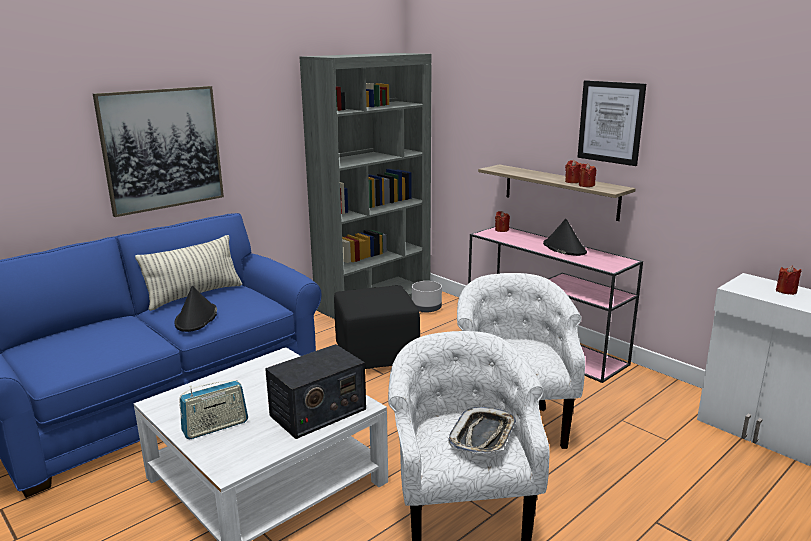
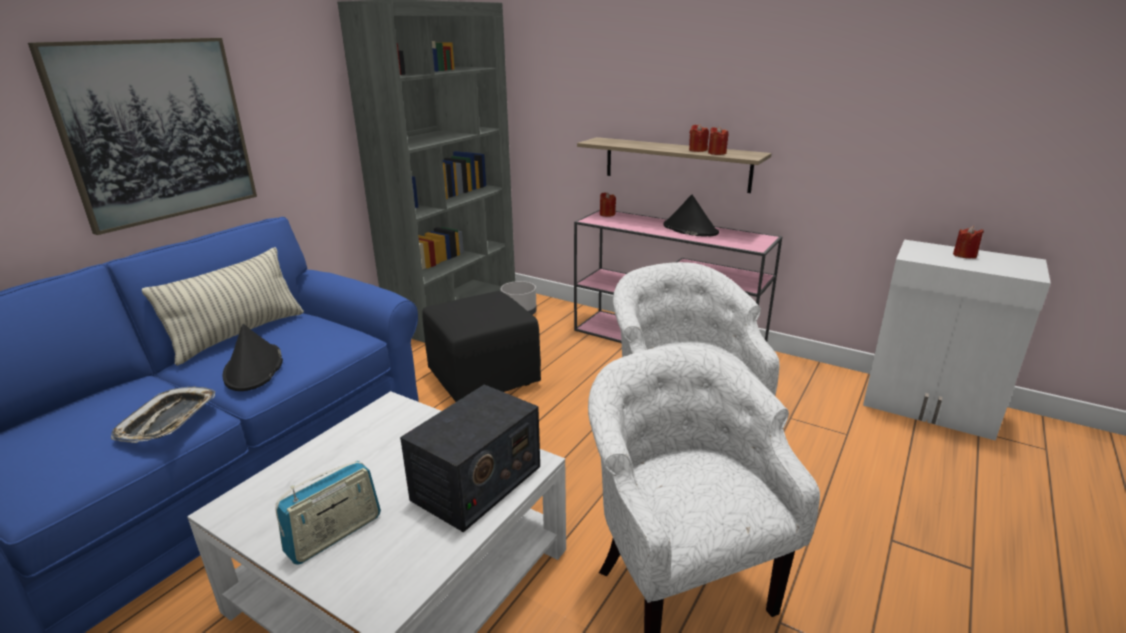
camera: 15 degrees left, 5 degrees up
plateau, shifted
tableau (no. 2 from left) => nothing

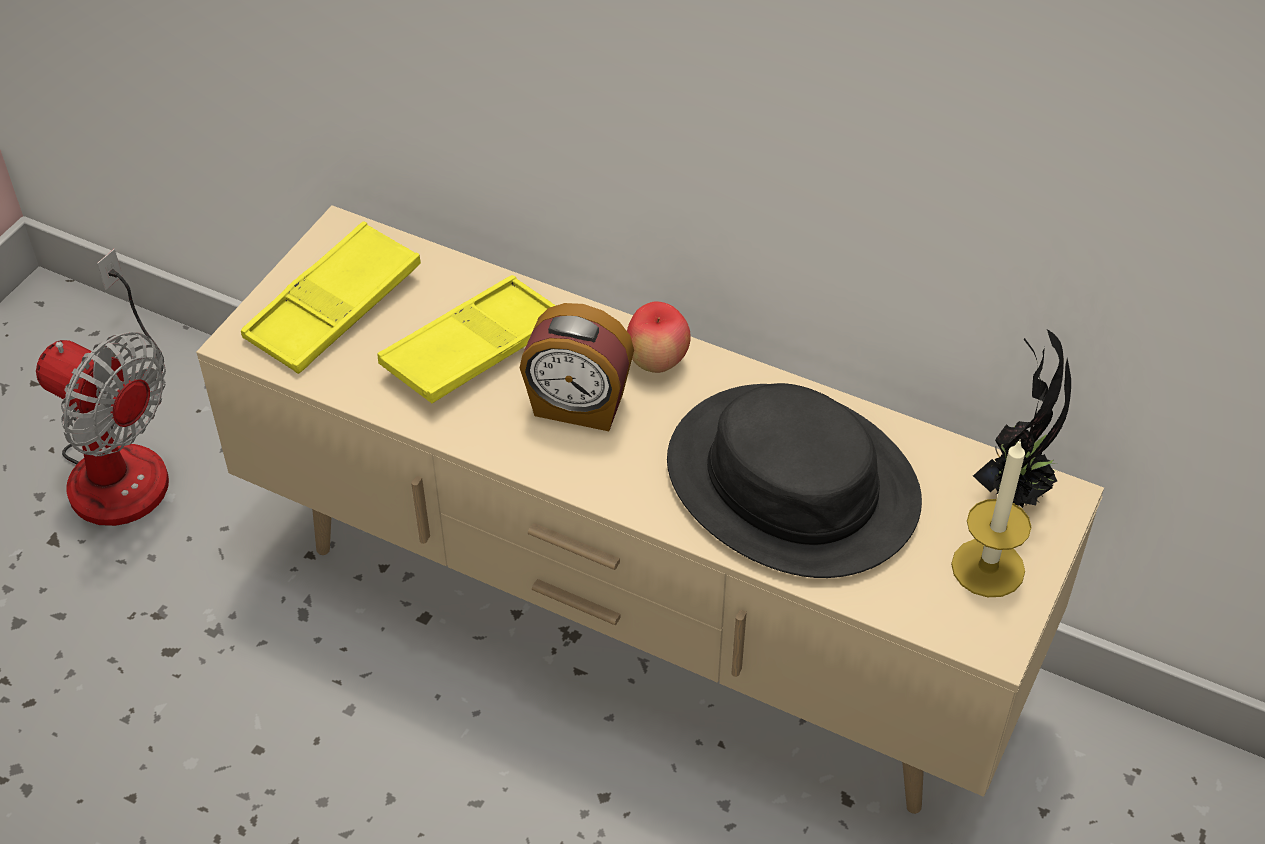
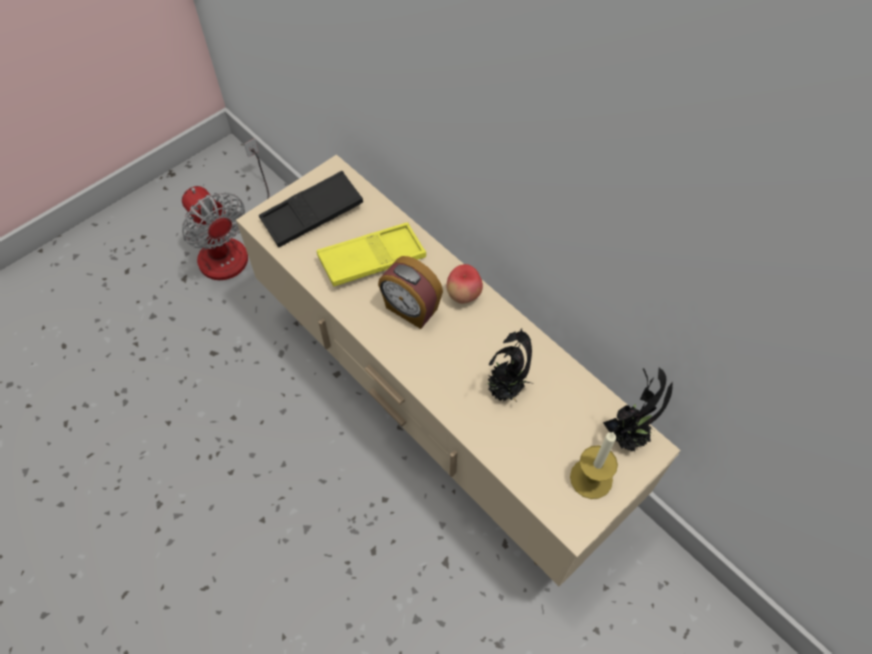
camera: 20 degrees right, 10 degrees up
plateau [jaune] (no. 1 from left) => plateau [noir]
chapeau [noir] => plante en pot (no. 1 from left)

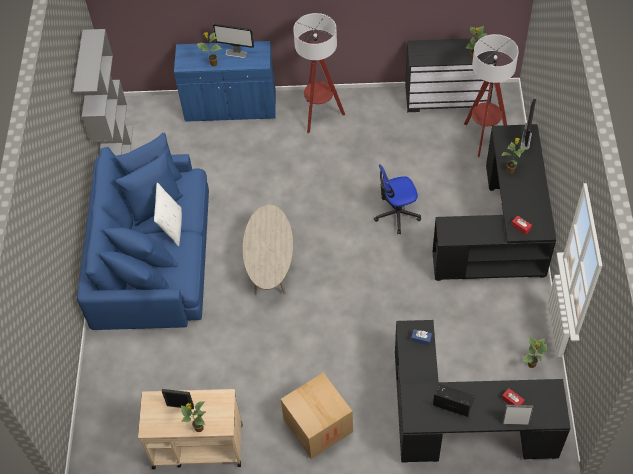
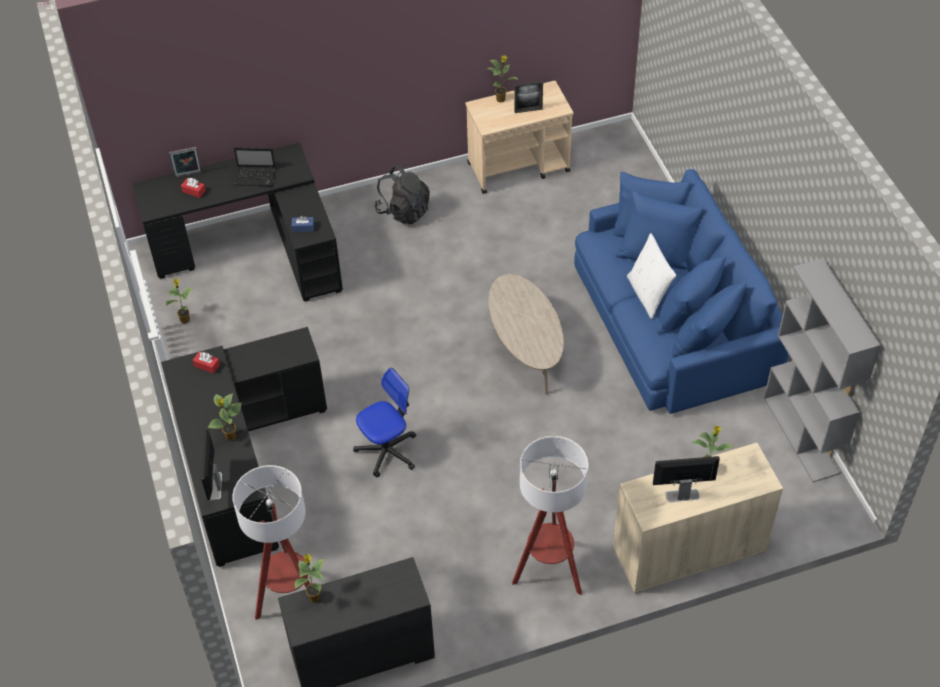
camera: 160 degrees right, 5 degrees down
meuble de rangement [bleu] => meuble de rangement [beige]
carton => sac à dos [noir]

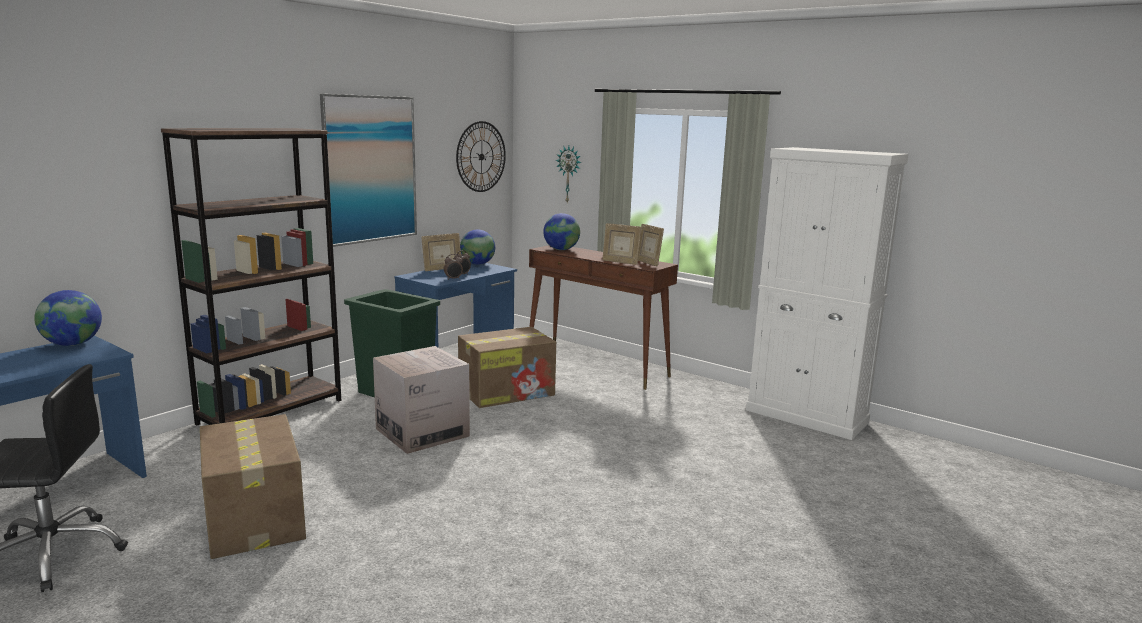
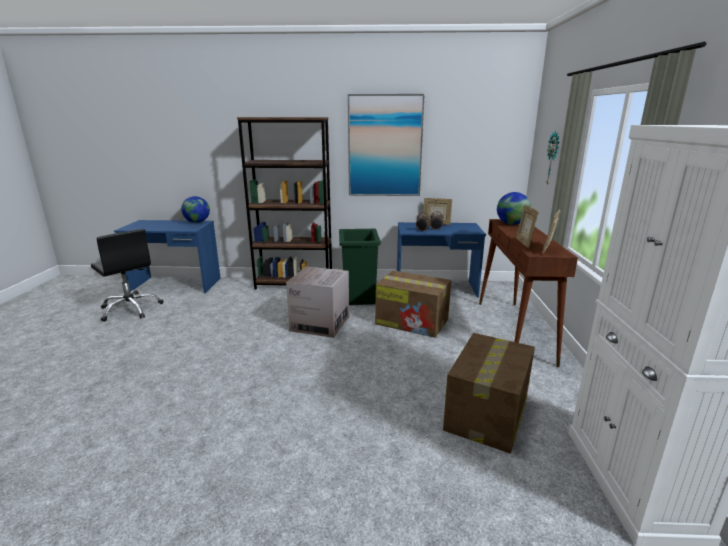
camera: 55 degrees right, 5 degrees up
carton (no. 1 from left in the first image) => carton (no. 3 from left), shifted
horloge murale (no. 1 from left) => nothing
globe (no. 2 from left) => nothing

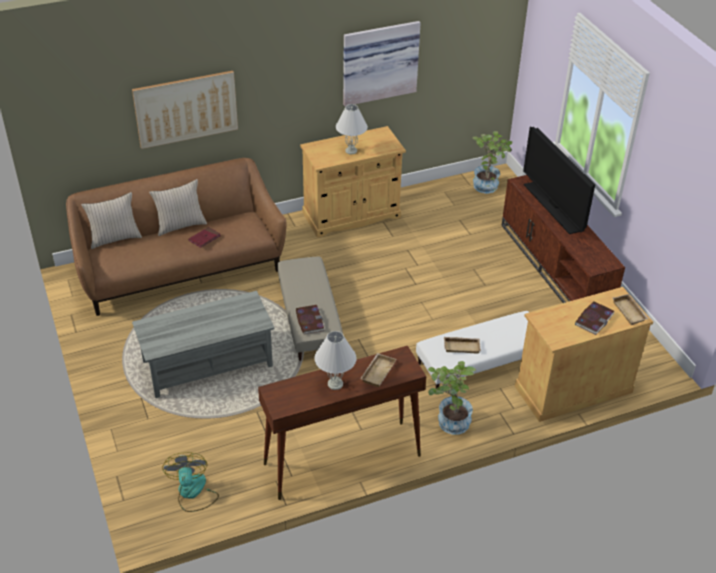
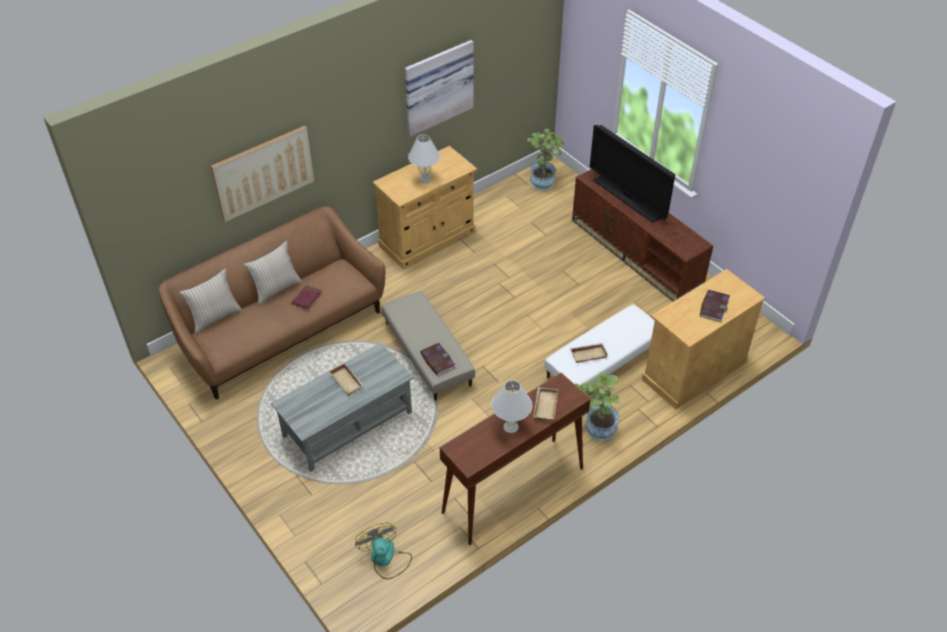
camera: 15 degrees left, 5 degrees up
plateau [beige] (no. 3 from left in the first image) => plateau [beige] (no. 1 from left), shifted

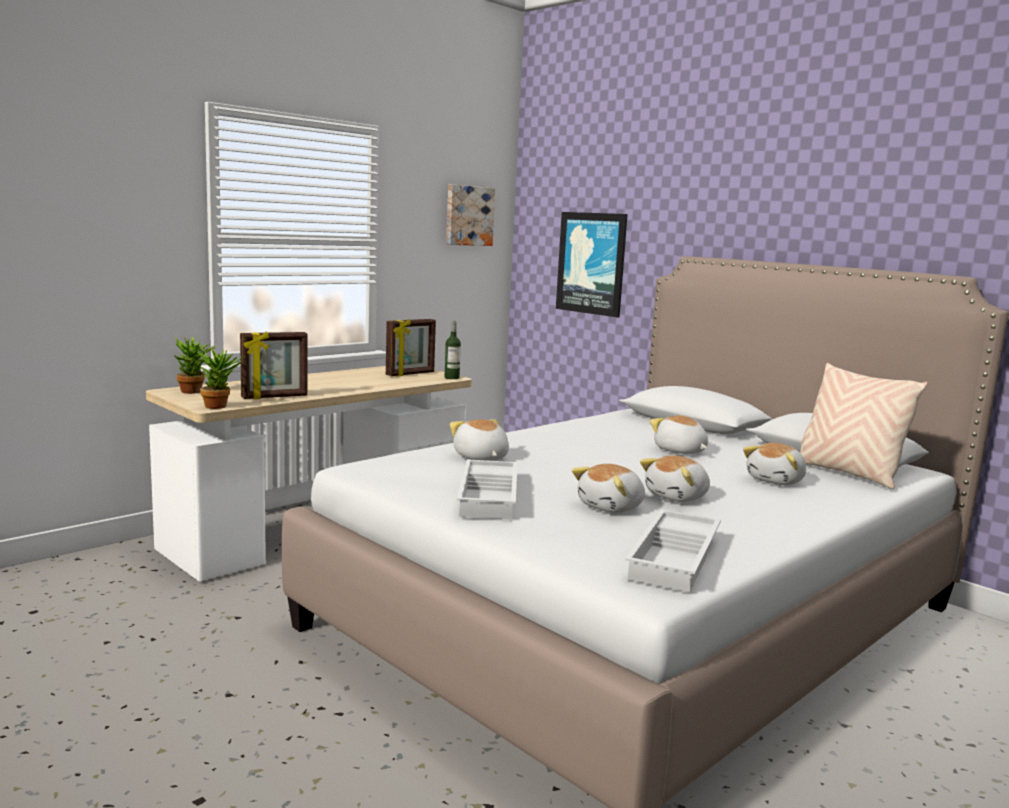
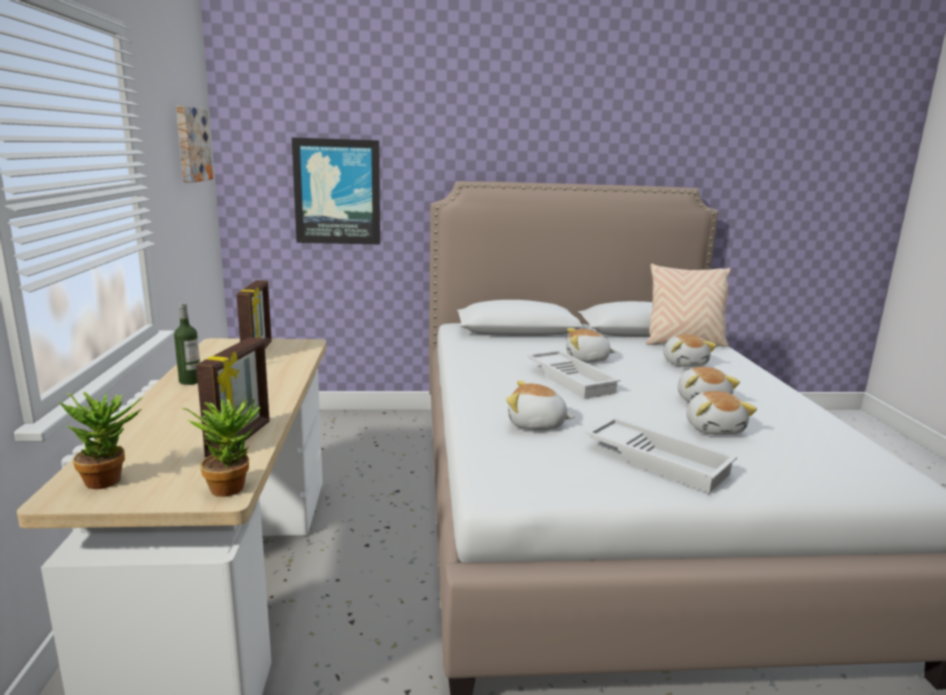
camera: 50 degrees left, 5 degrees up
bouteille, shifted
plateau [blanc] (no. 2 from left in the first image) => plateau [blanc] (no. 1 from left), shifted

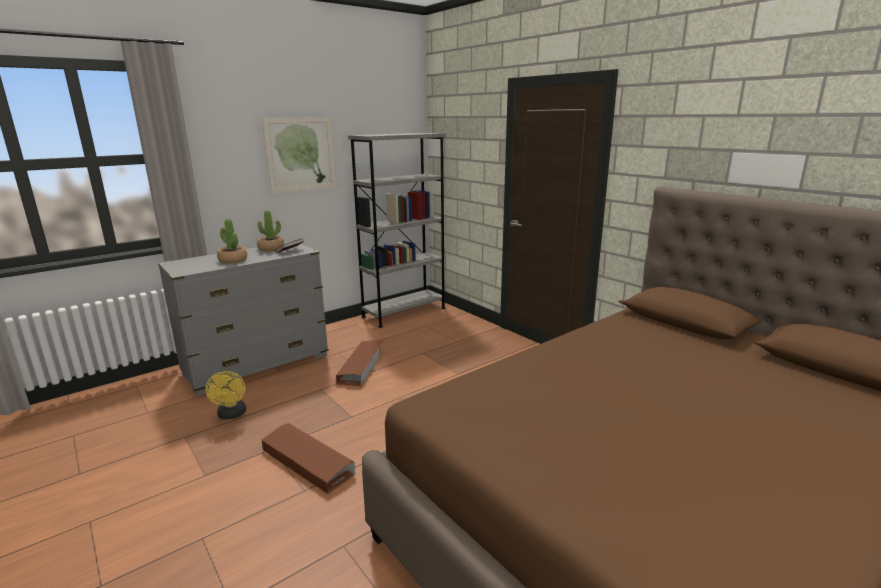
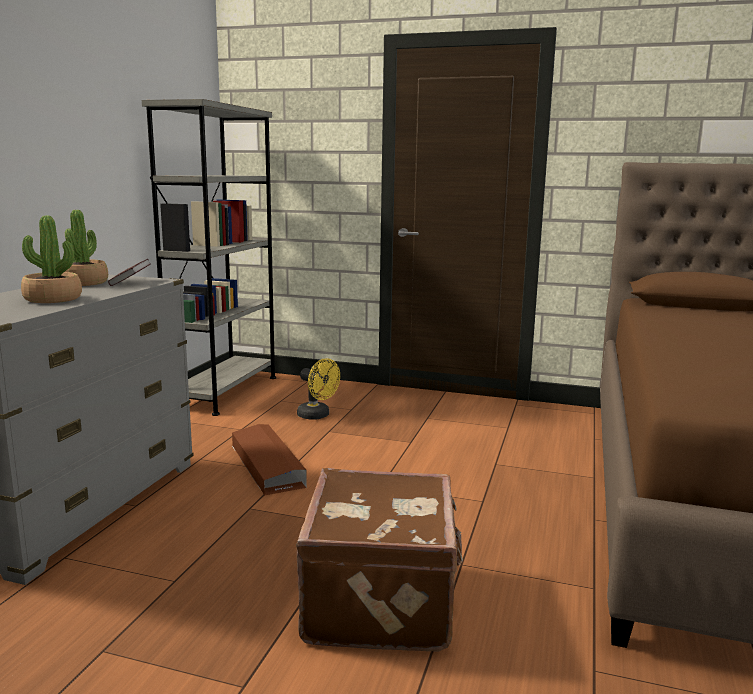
camera: 35 degrees left, 5 degrees down
ventilateur [jaune], shifted
tableau => nothing
boîte de rangement [marron] (no. 1 from left) => valise [marron]

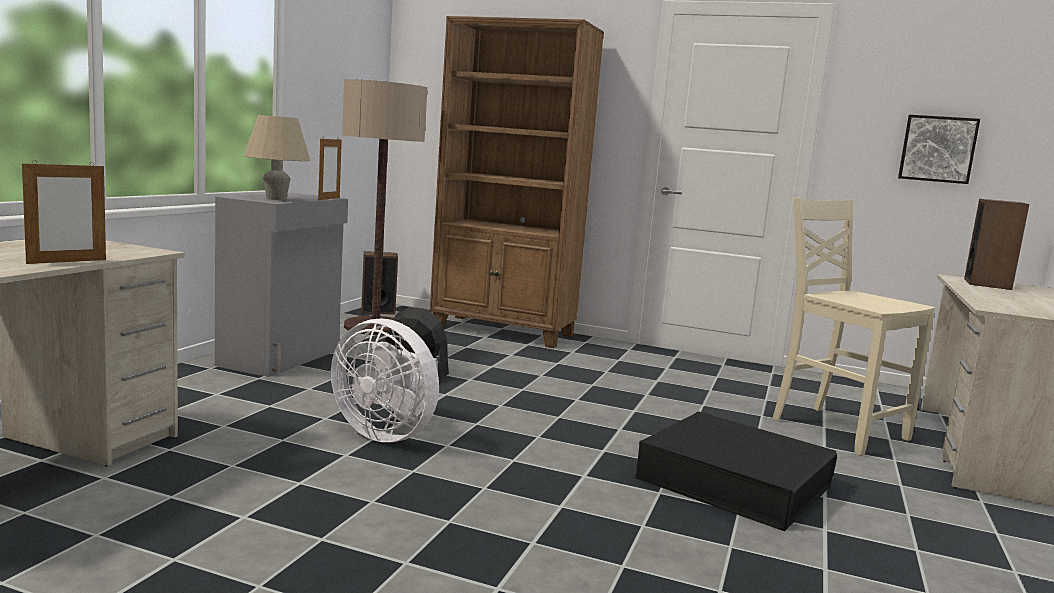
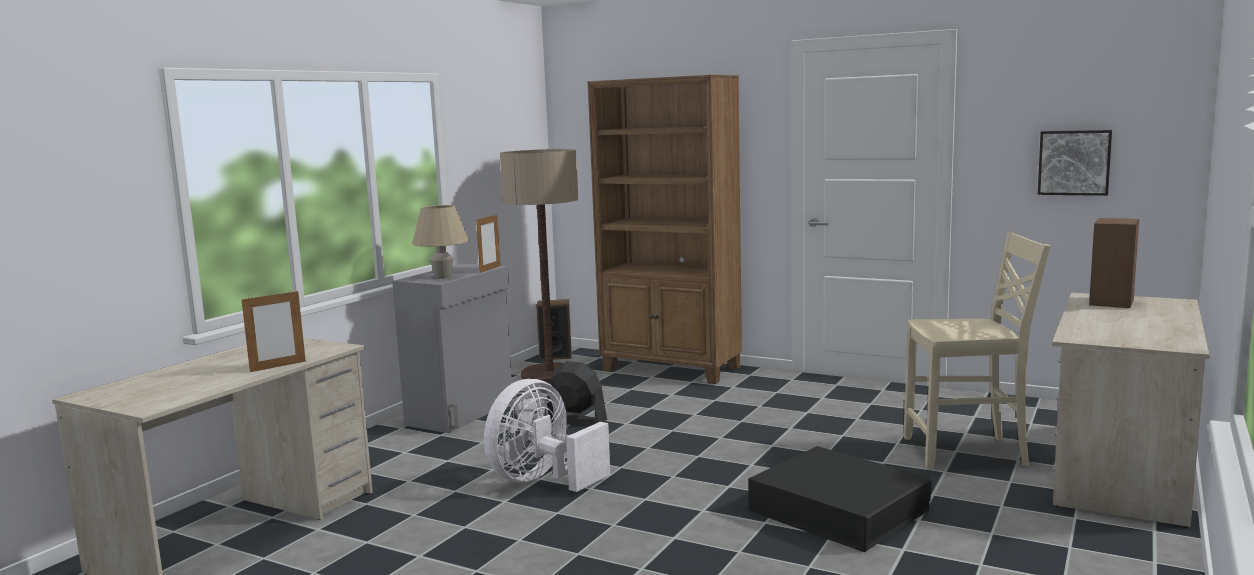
camera: 10 degrees right, 0 degrees up
ventilateur [blanc], 90 degrees clockwise
chaise [beige], 120 degrees clockwise

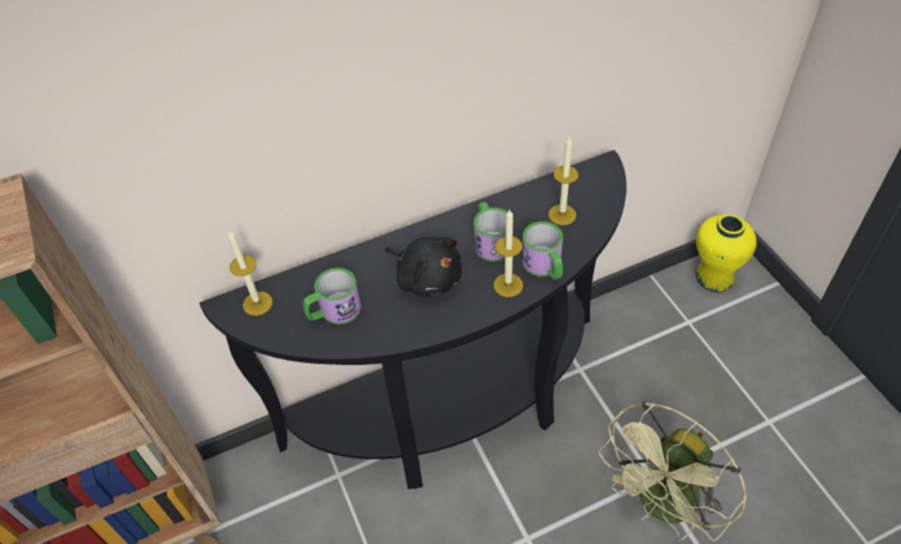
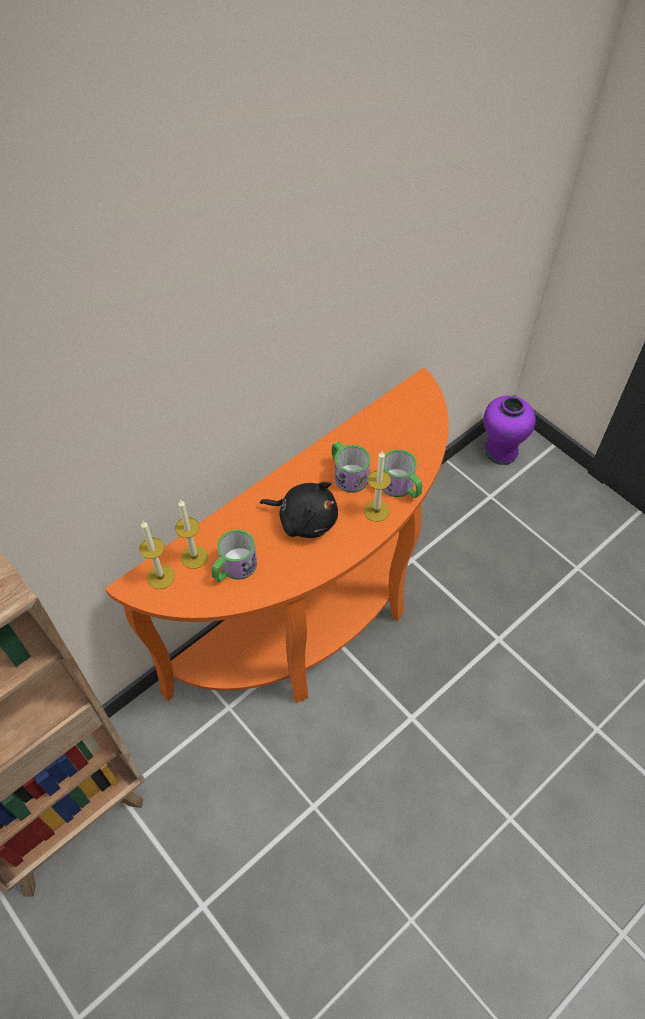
camera: 20 degrees left, 5 degrees up
table console [noir] => table console [orange]
bougie (no. 3 from left in the first image) => bougie (no. 2 from left), shifted
ventilateur [vert] => nothing
vase [jaune] => vase [violet]

